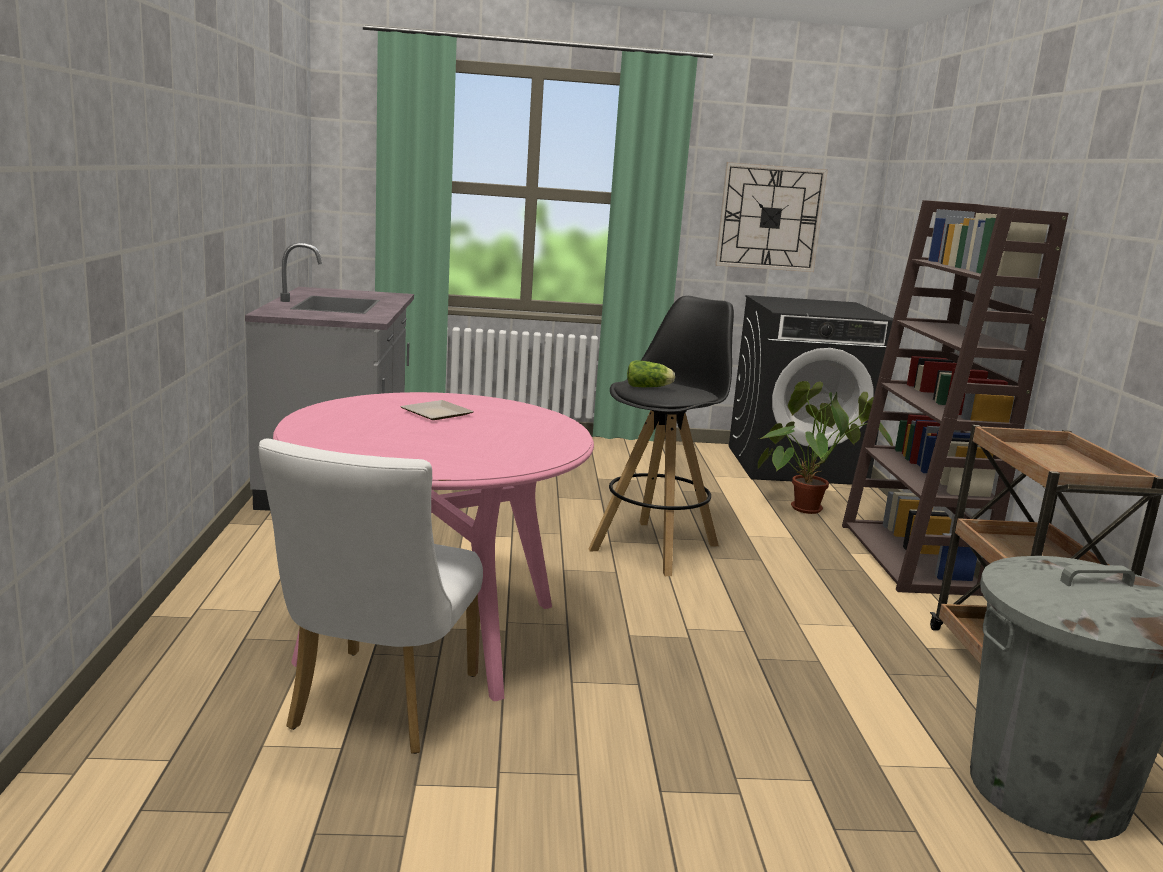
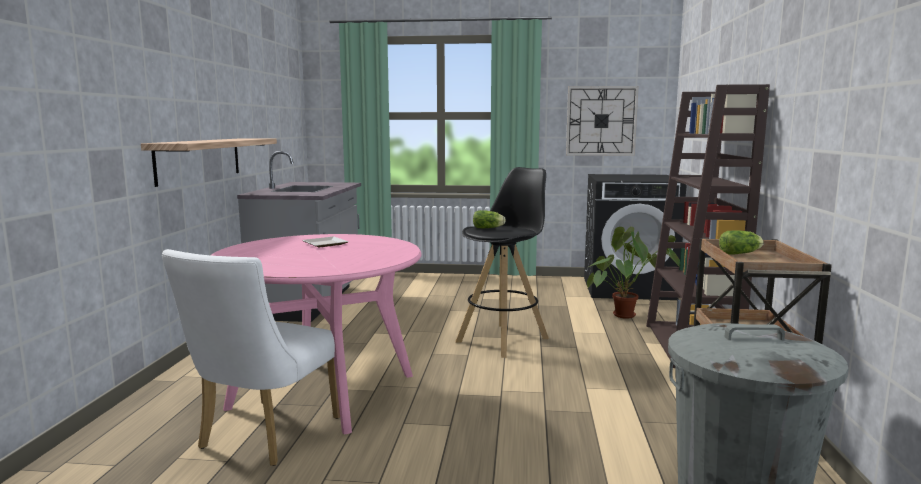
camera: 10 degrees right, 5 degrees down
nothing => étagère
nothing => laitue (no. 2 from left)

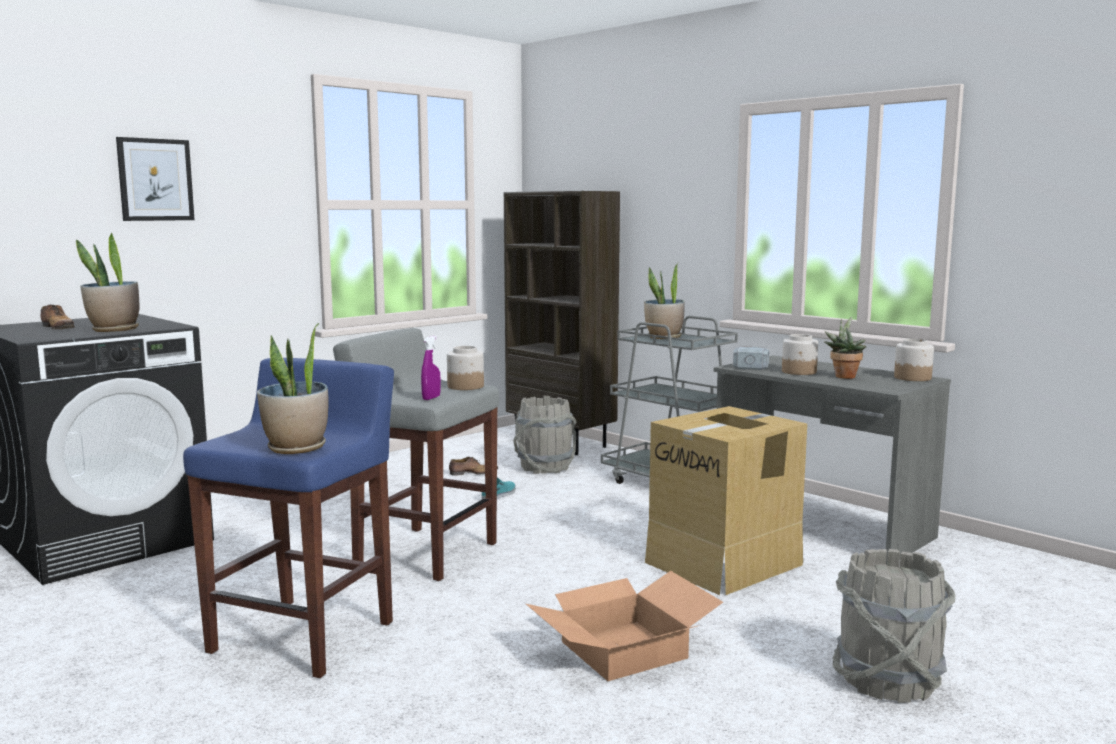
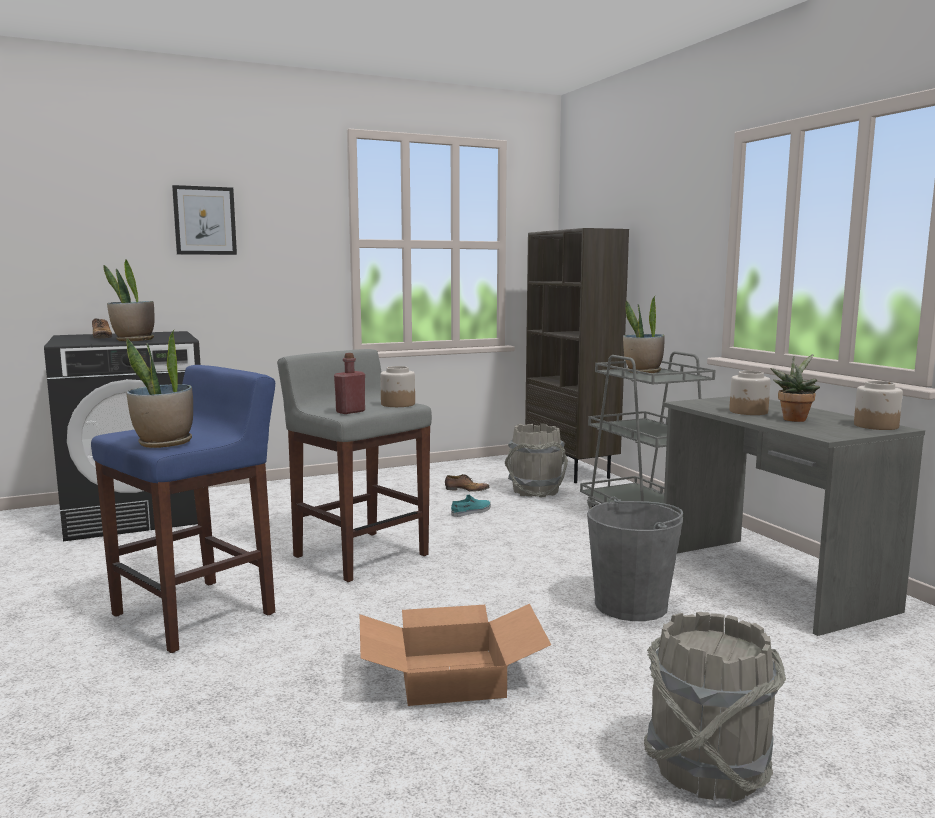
camera: 20 degrees right, 0 degrees up
vaporisateur [violet] => bouteille [rouge]
carton (no. 2 from left) => seau [gris] (no. 2 from left)
marteau => nothing

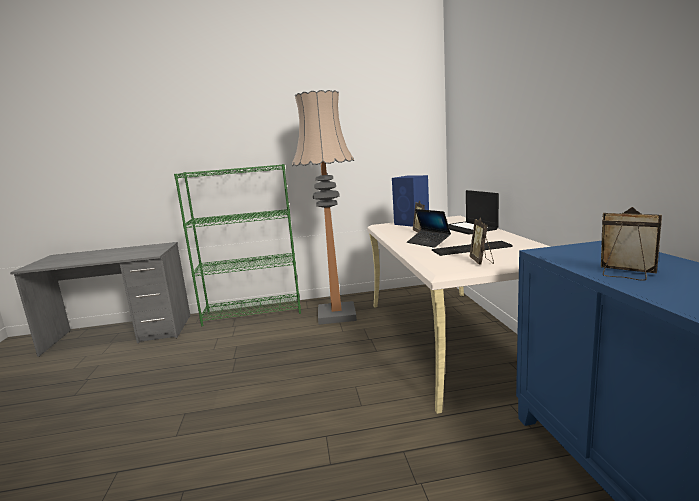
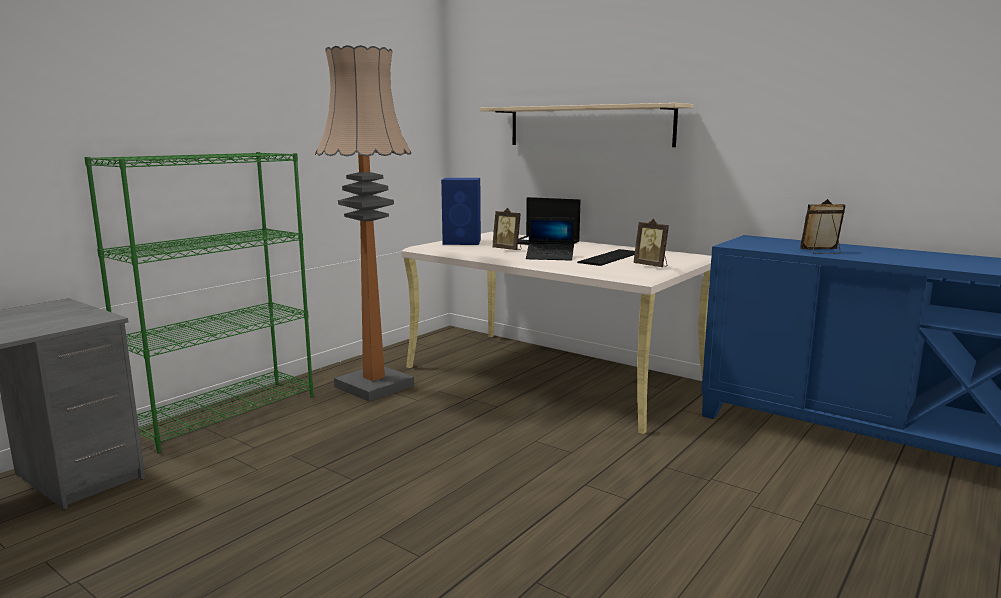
camera: 45 degrees left, 0 degrees up
nothing => étagère [beige]

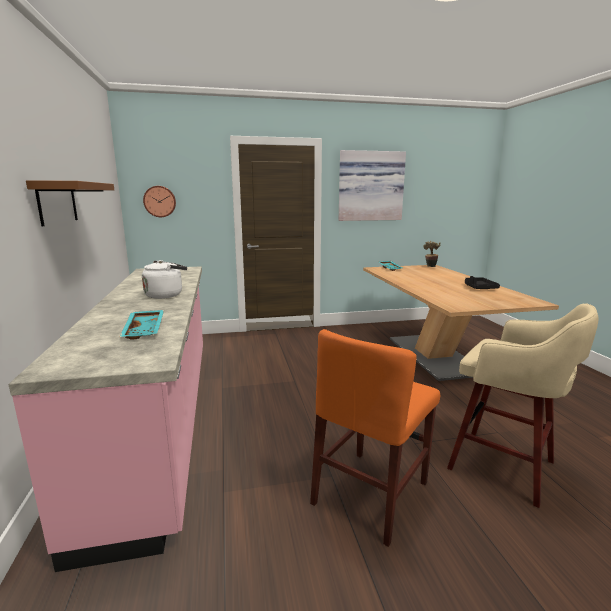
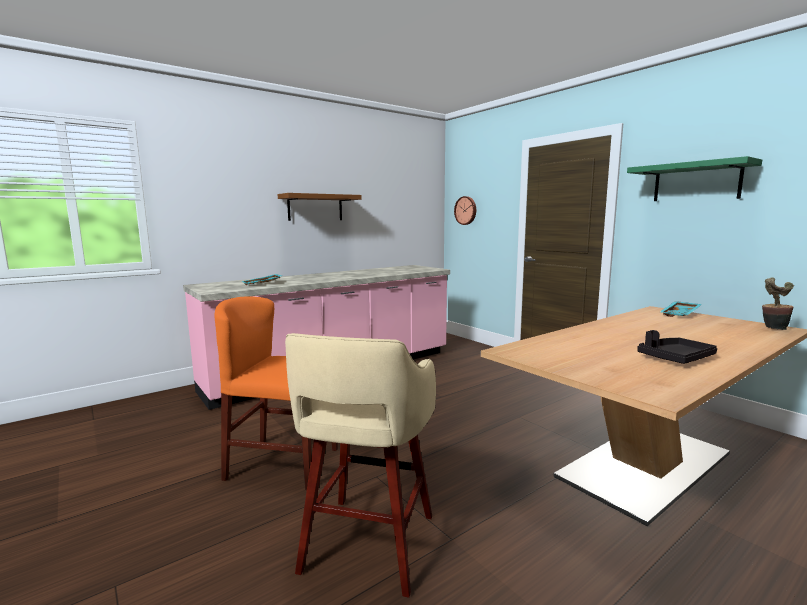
camera: 65 degrees right, 5 degrees down
bouilloire [blanc] => nothing
tableau => étagère [vert]

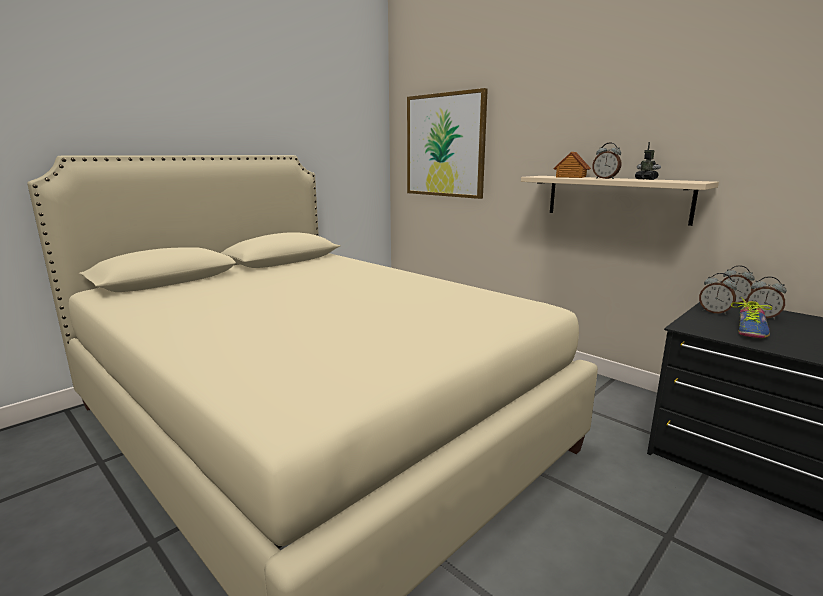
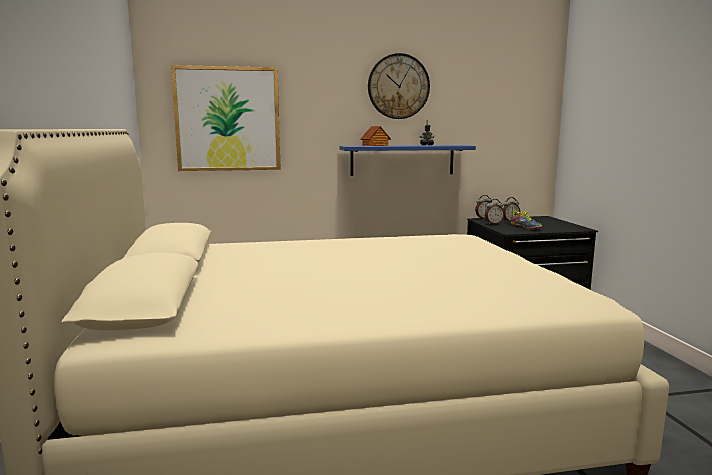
camera: 55 degrees left, 5 degrees down
étagère [beige] => étagère [bleu]
réveil (no. 1 from left) => nothing
nothing => horloge murale

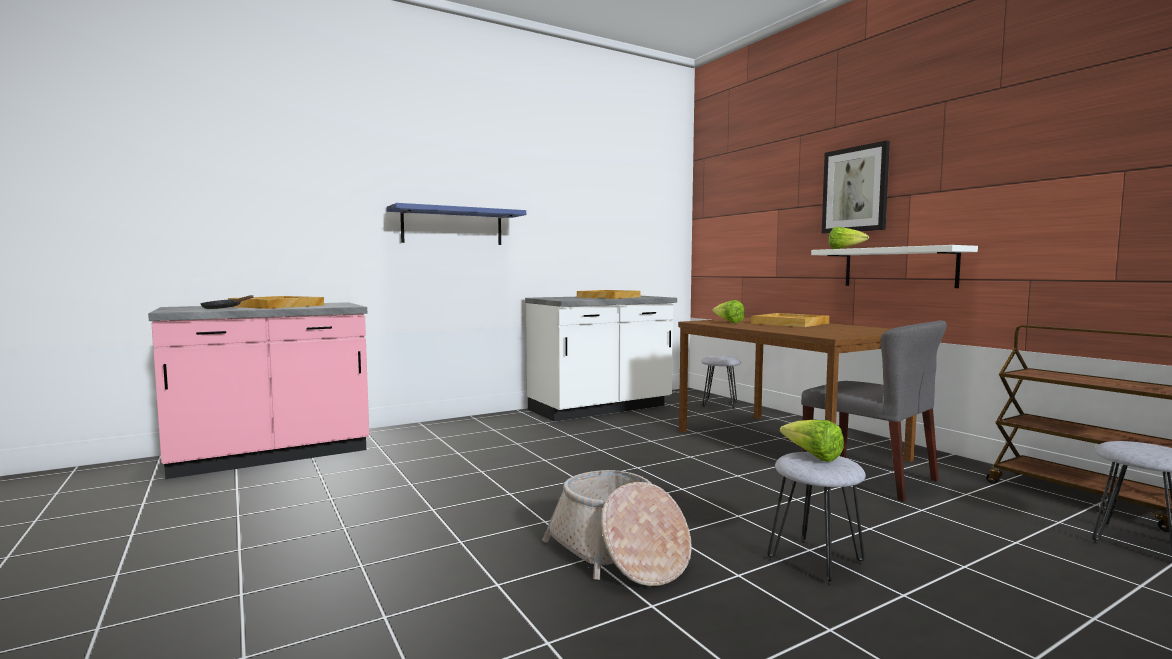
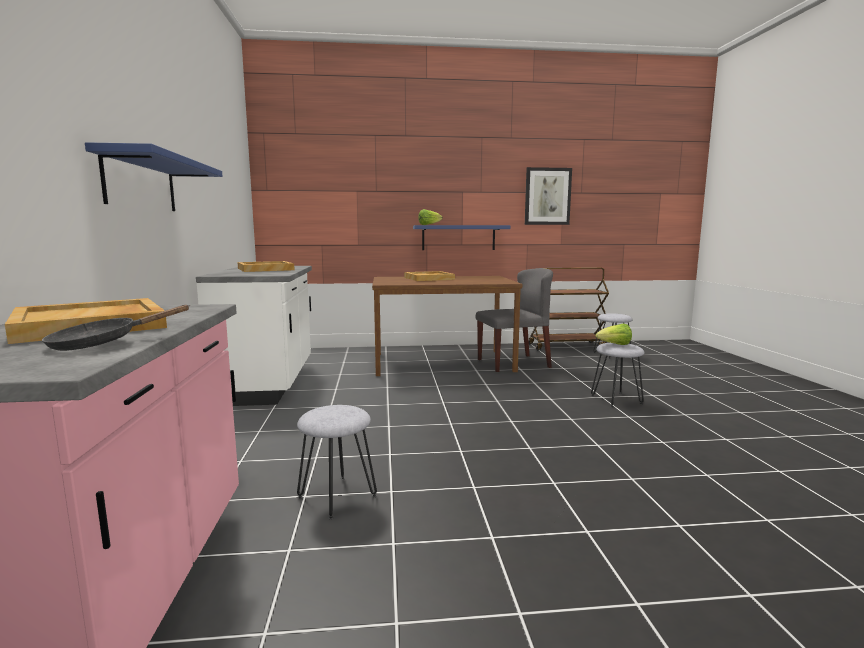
camera: 65 degrees left, 5 degrees up
panier => nothing
tabouret [gris] (no. 1 from left), shifted
laitue (no. 1 from left) => nothing
étagère [blanc] => étagère [bleu] (no. 2 from left)
tableau, shifted

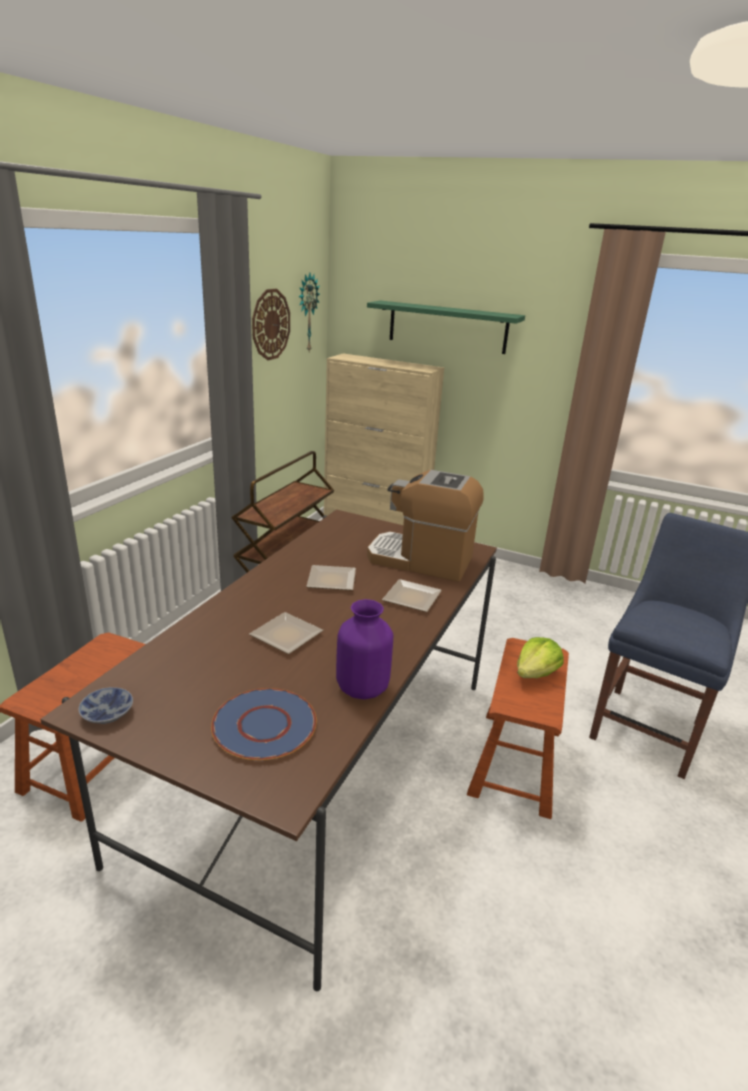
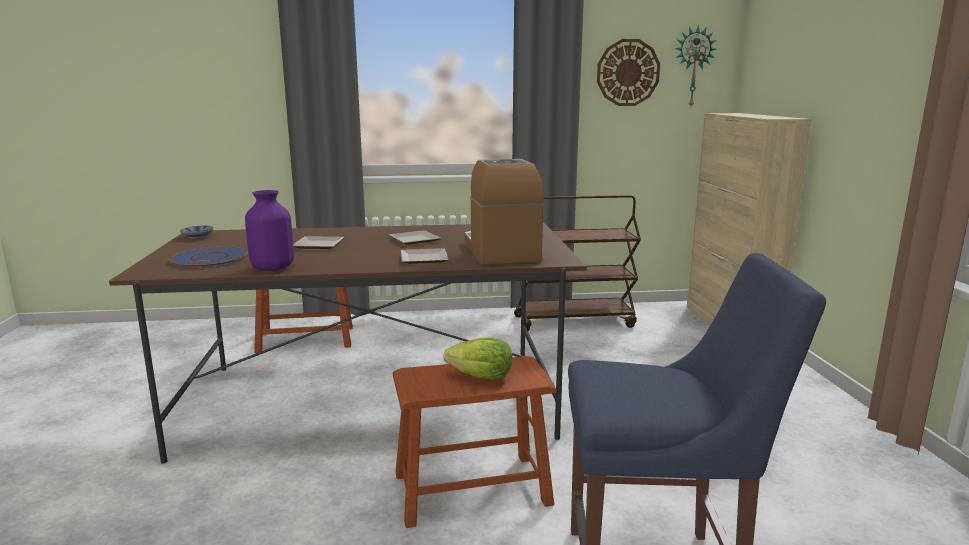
camera: 60 degrees right, 10 degrees down
étagère [vert] => nothing

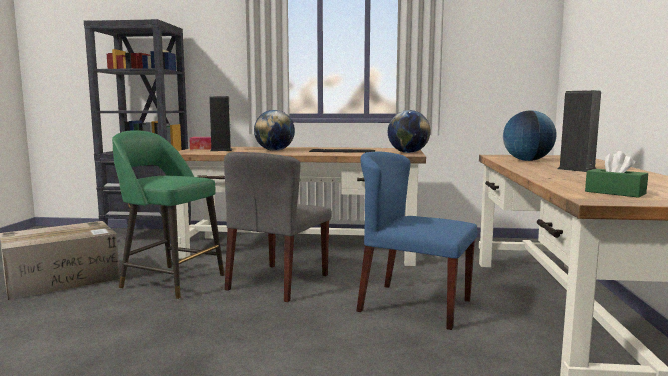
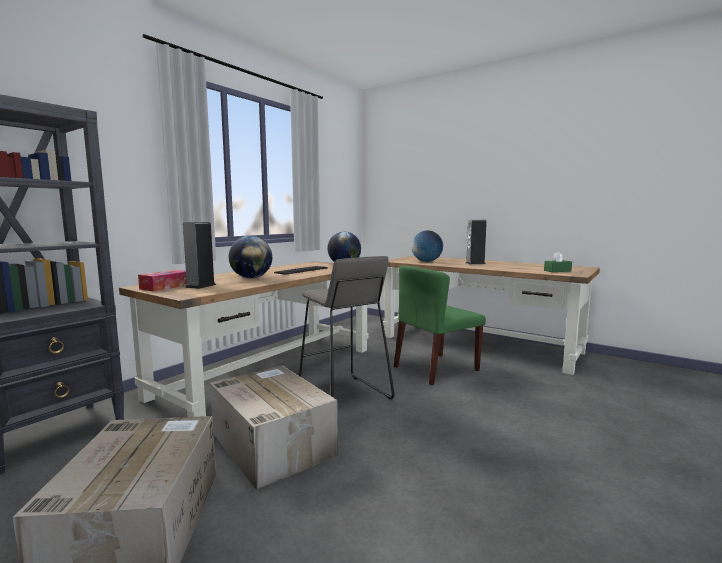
camera: 60 degrees left, 0 degrees up
tabouret [vert] => carton (no. 2 from left)
chaise [gris] => tabouret [gris]
chaise [bleu] => chaise [vert]

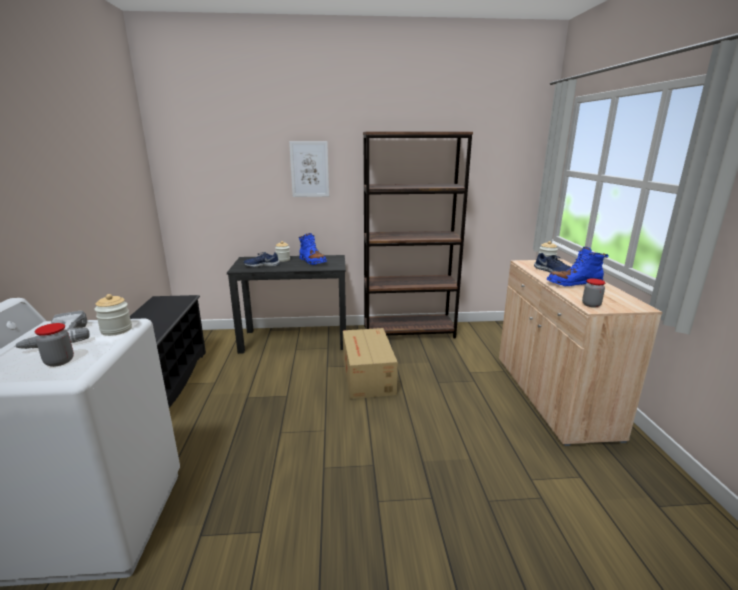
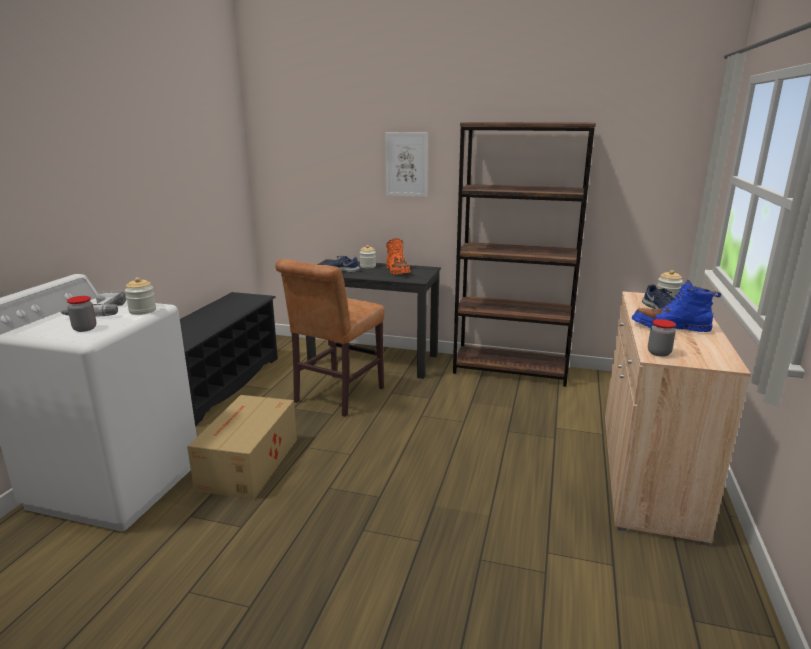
camera: 20 degrees right, 0 degrees up
botte [bleu] (no. 1 from left) => botte [orange]
carton, shifted
nothing => chaise [marron]

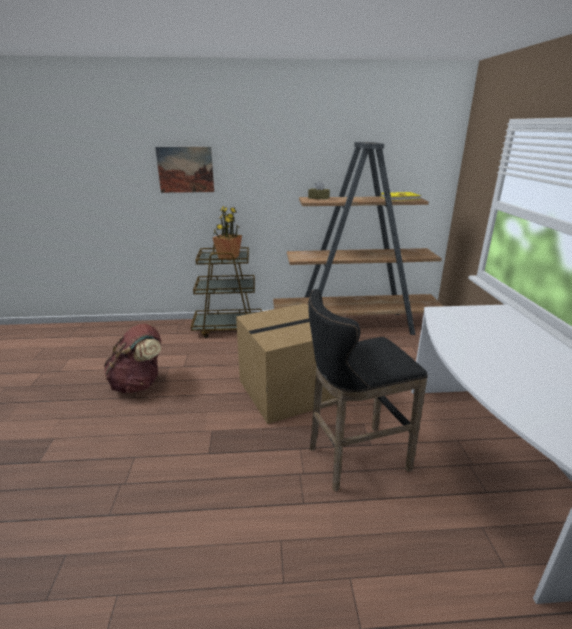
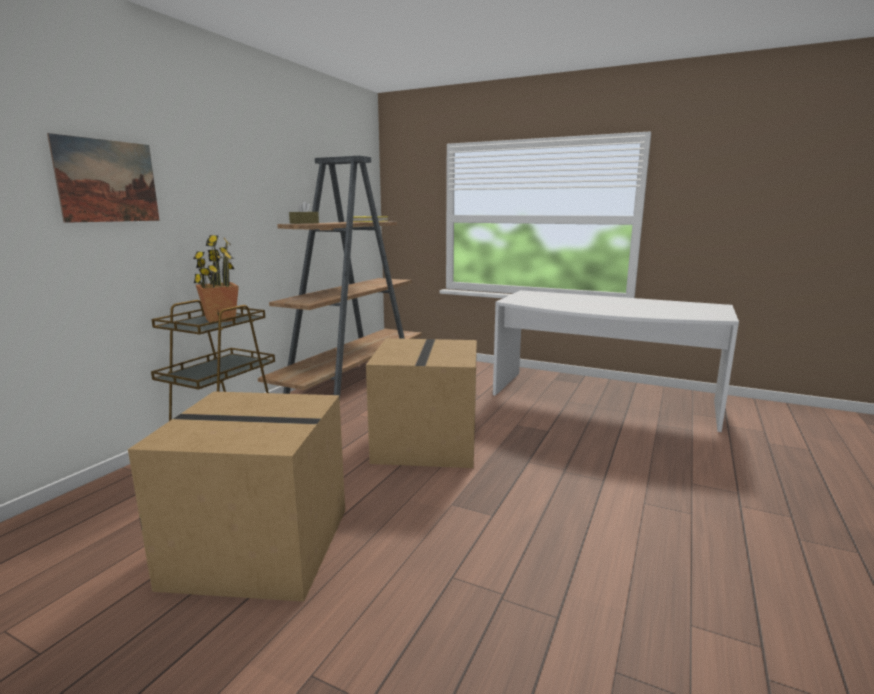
camera: 60 degrees left, 10 degrees down
sac à dos [marron] => carton (no. 1 from left)
tabouret [noir] => nothing

